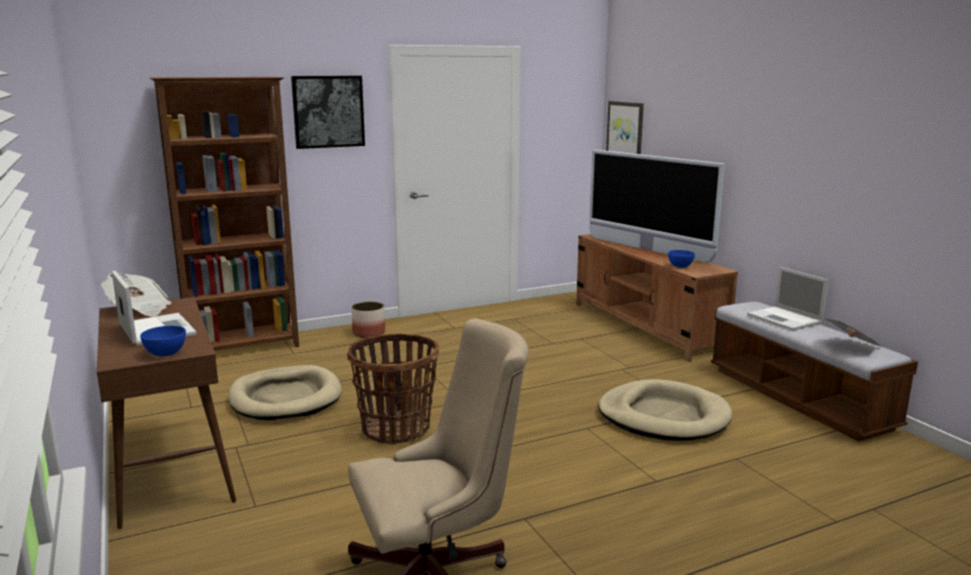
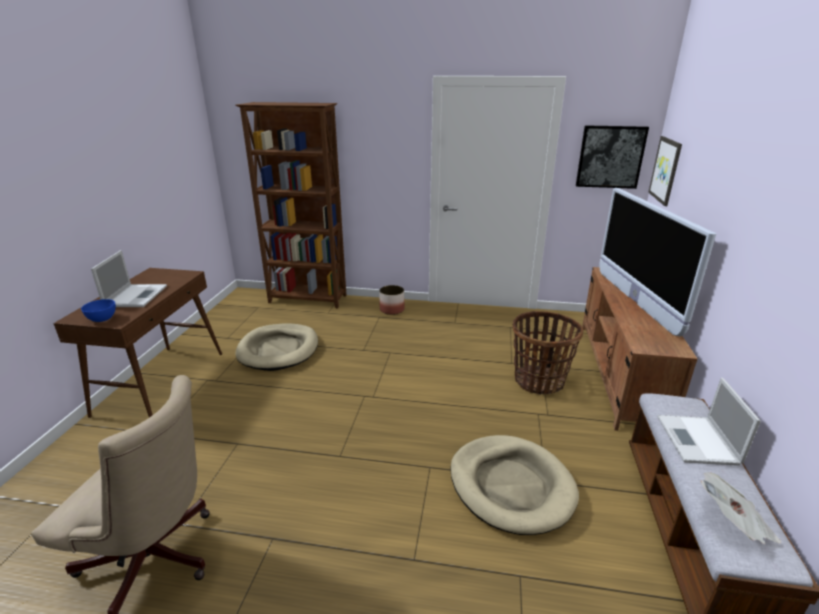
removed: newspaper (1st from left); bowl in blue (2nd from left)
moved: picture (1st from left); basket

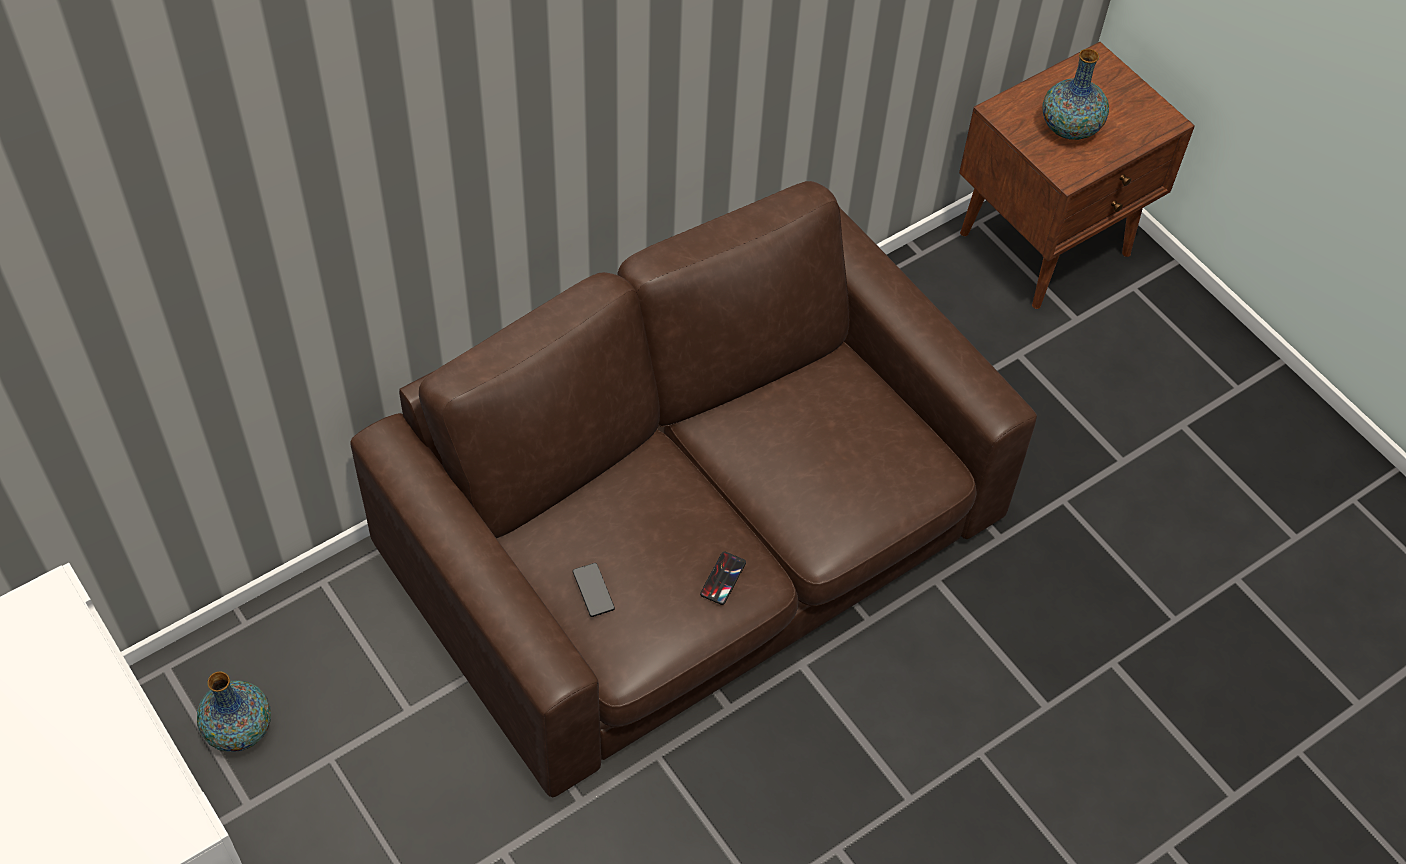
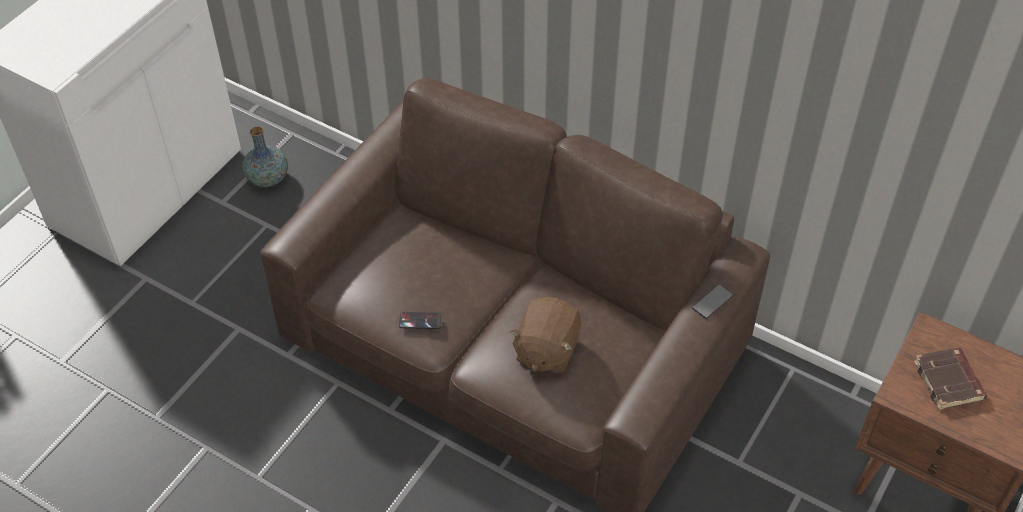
added: plush toy in brown
moved: phone (1st from left in the first image) to phone (2nd from left)
replaced: vase (2nd from left) to book in brown

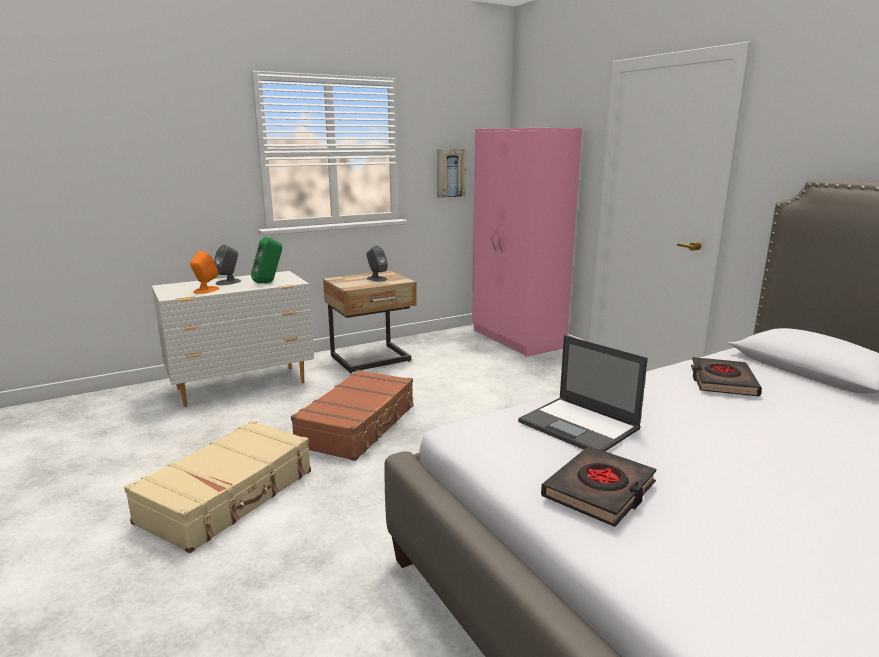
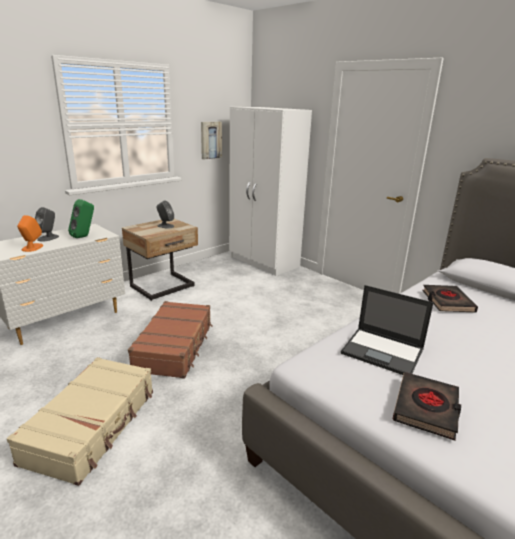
recoloured: wardrobe in pink to wardrobe in white

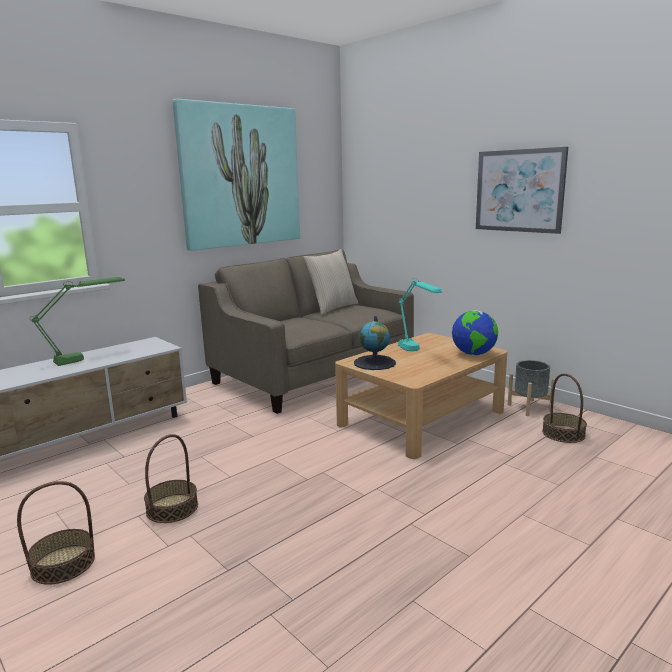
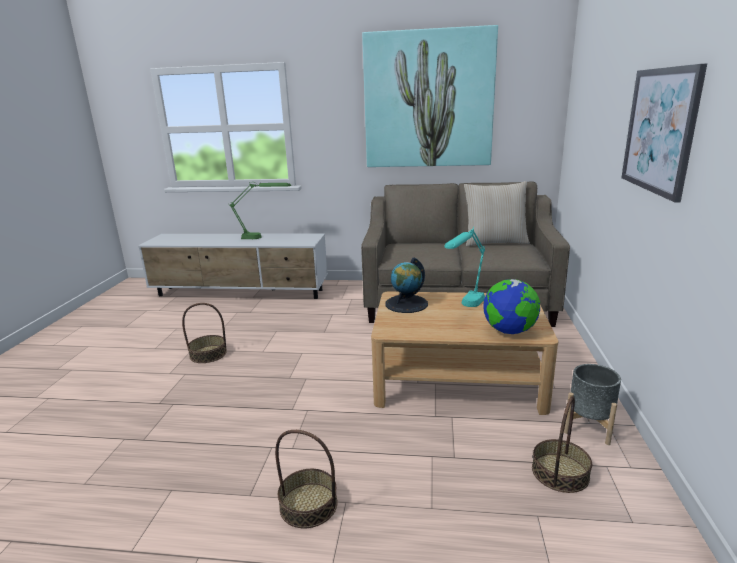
moved: basket (1st from left in the first image) to basket (2nd from left)

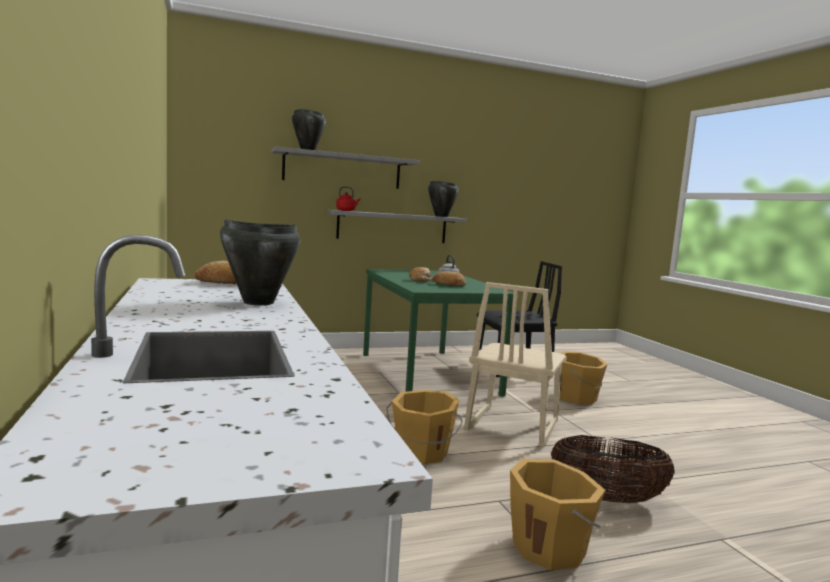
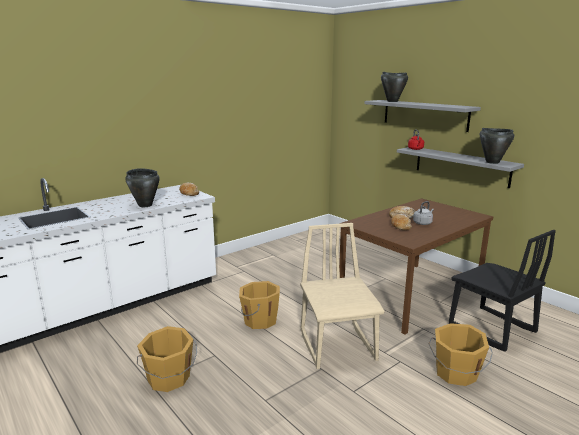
removed: basket
recoloured: dining table in green to dining table in brown
turned: chair in beige 75 degrees clockwise

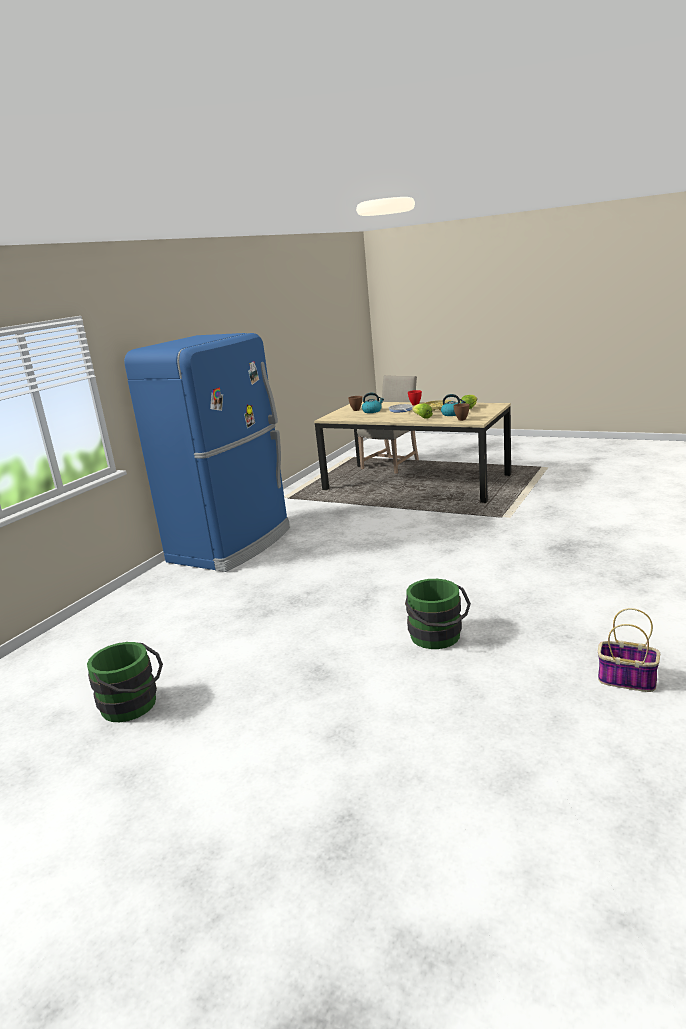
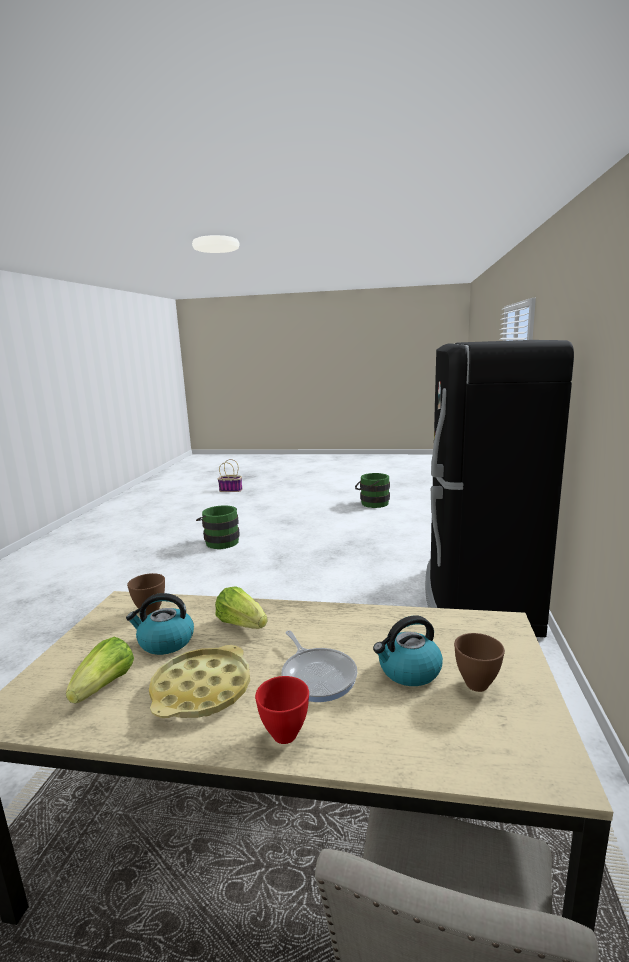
moved: basket
recoloured: fridge in blue to fridge in black

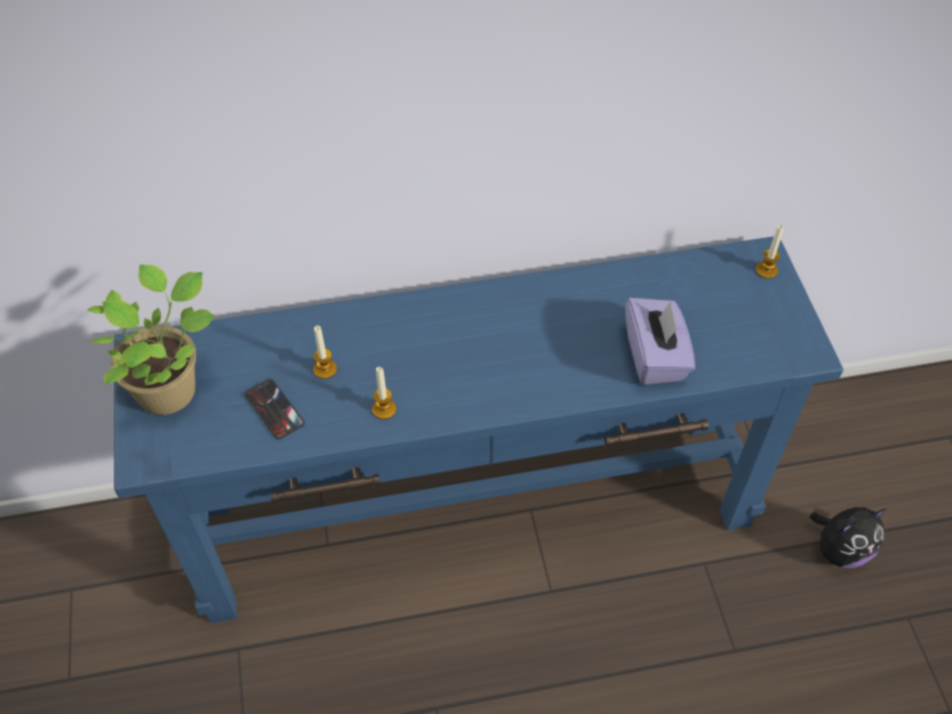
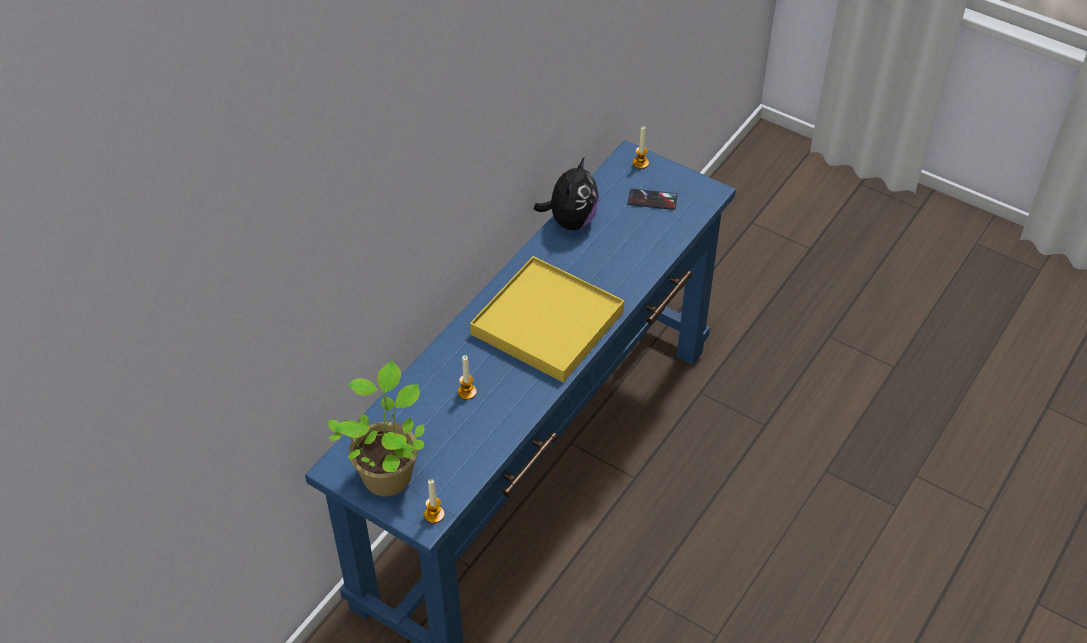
removed: tissue box in purple
added: tray in yellow
moved: phone; candle (2nd from left in the first image) to candle (1st from left); plush toy

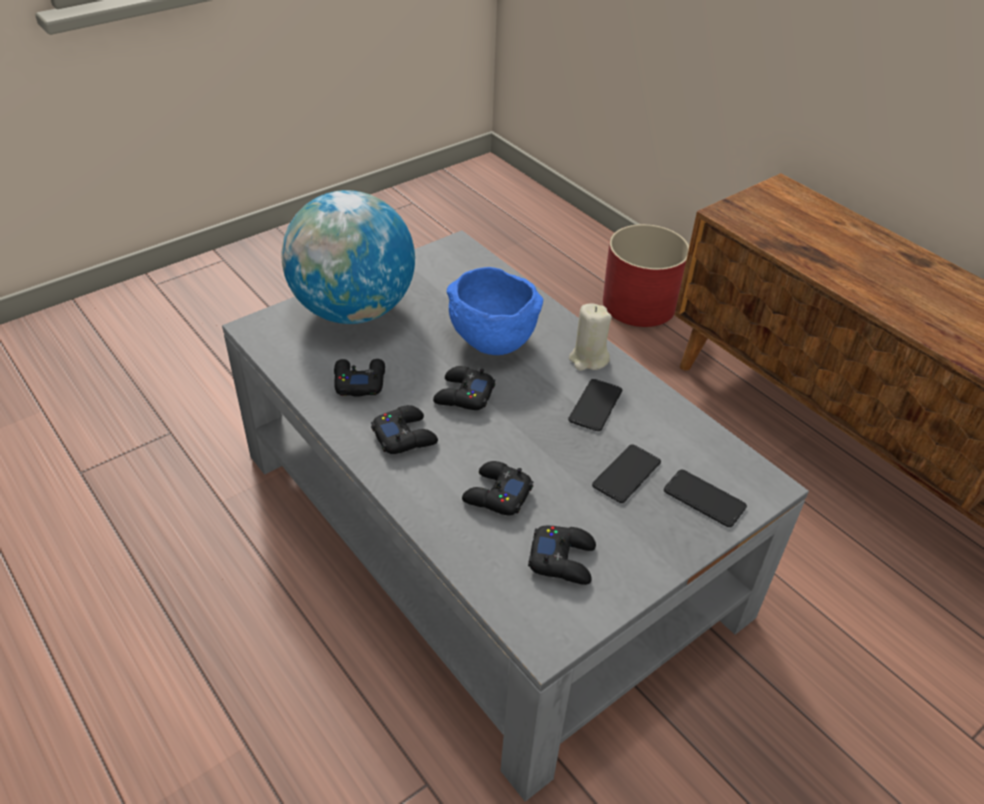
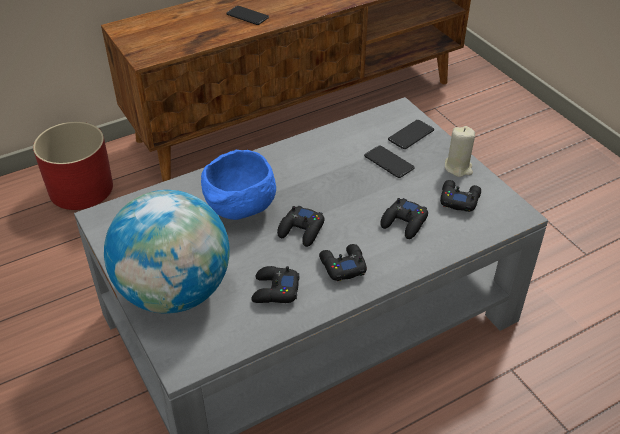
moved: phone (1st from left); candle in beige

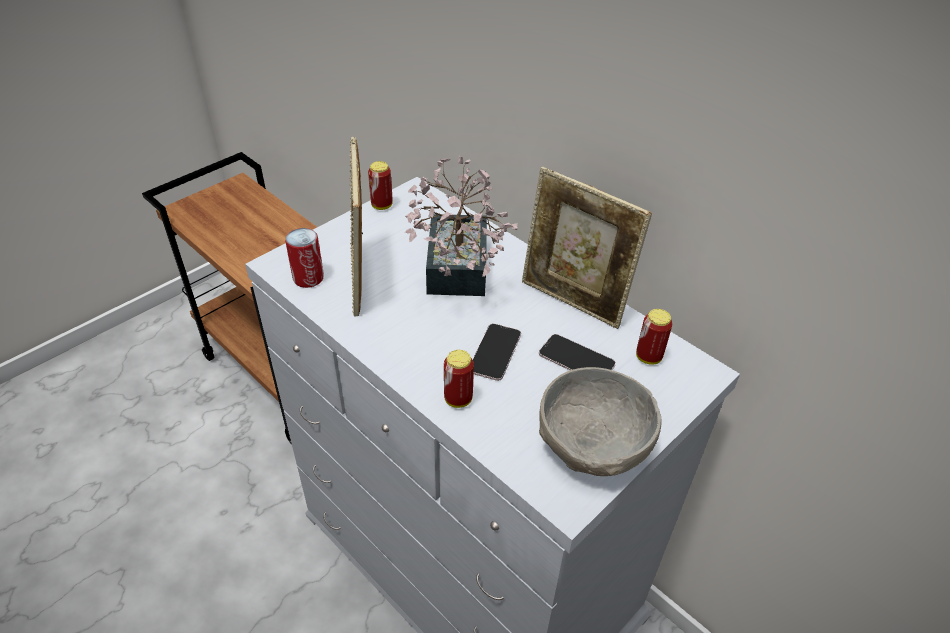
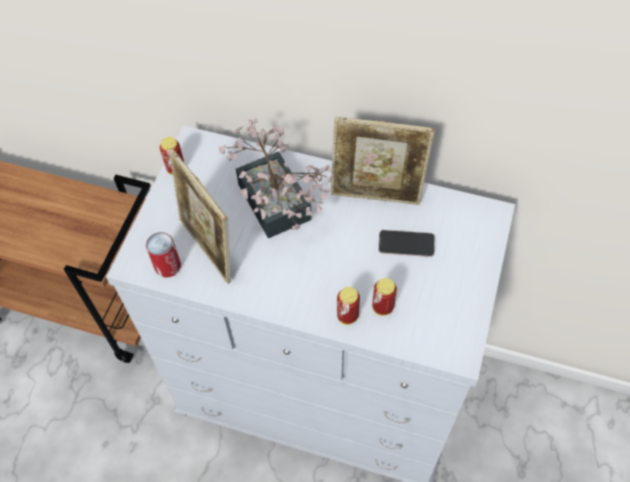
removed: phone (1st from left); bowl in grey
moved: can (4th from left)

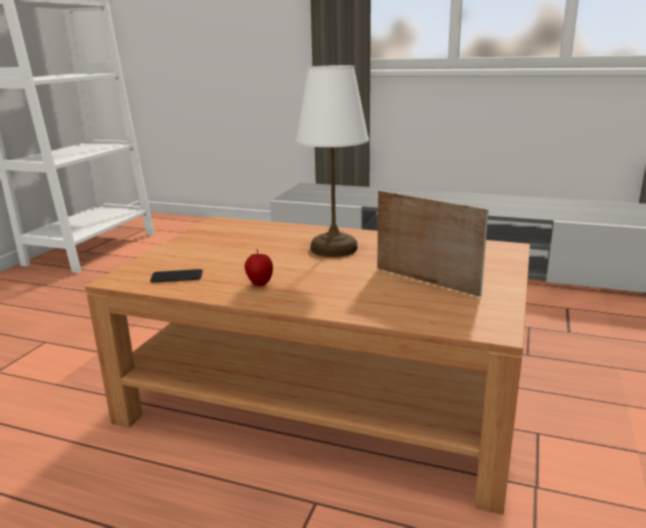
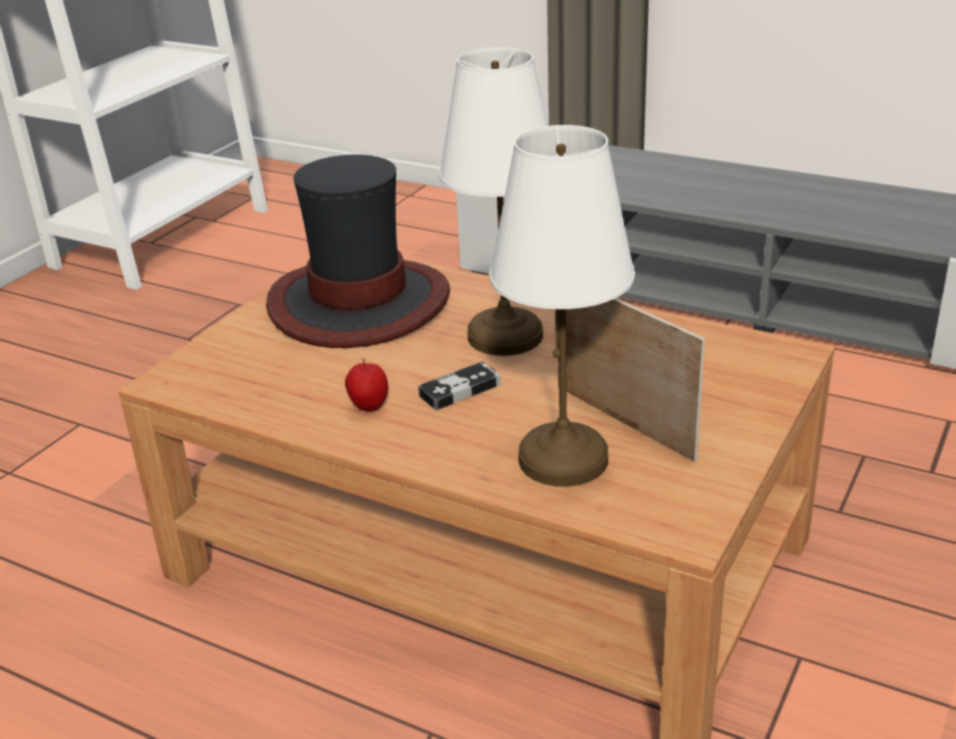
removed: phone
added: hat; game controller; table lamp in white (2nd from left)

